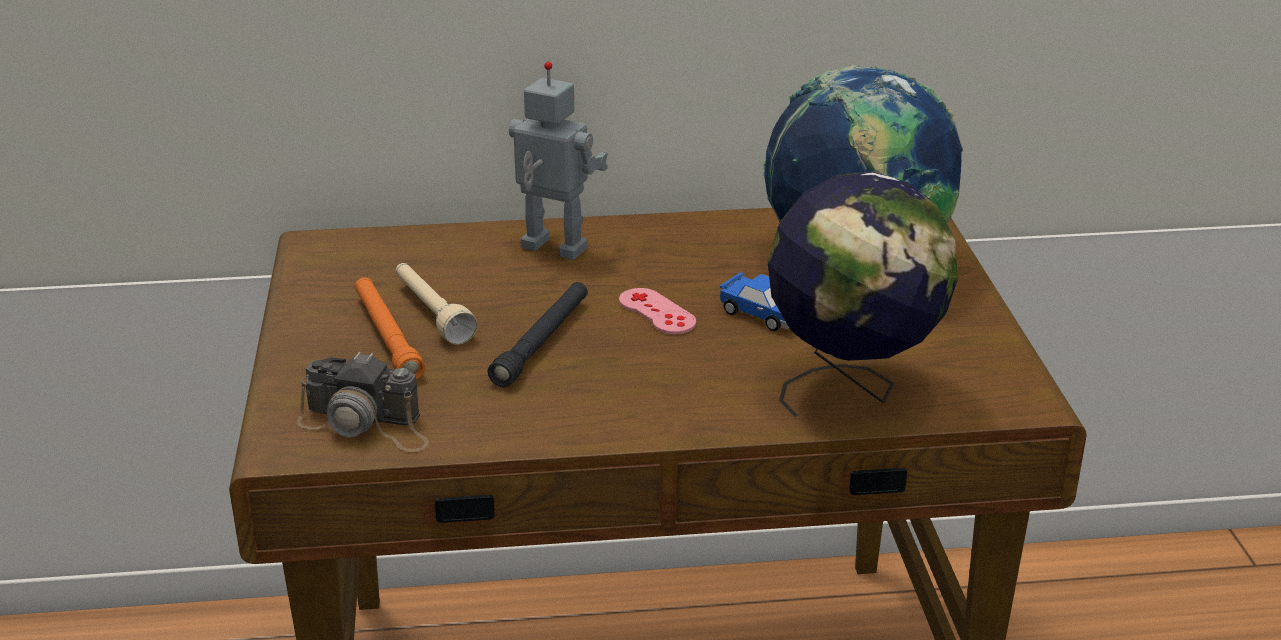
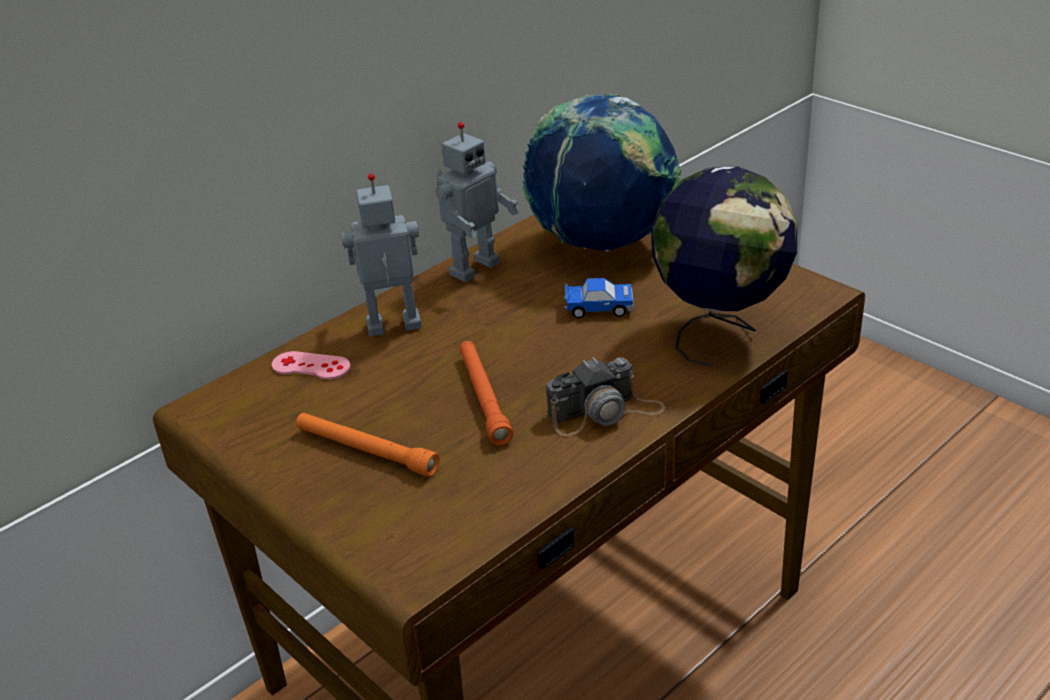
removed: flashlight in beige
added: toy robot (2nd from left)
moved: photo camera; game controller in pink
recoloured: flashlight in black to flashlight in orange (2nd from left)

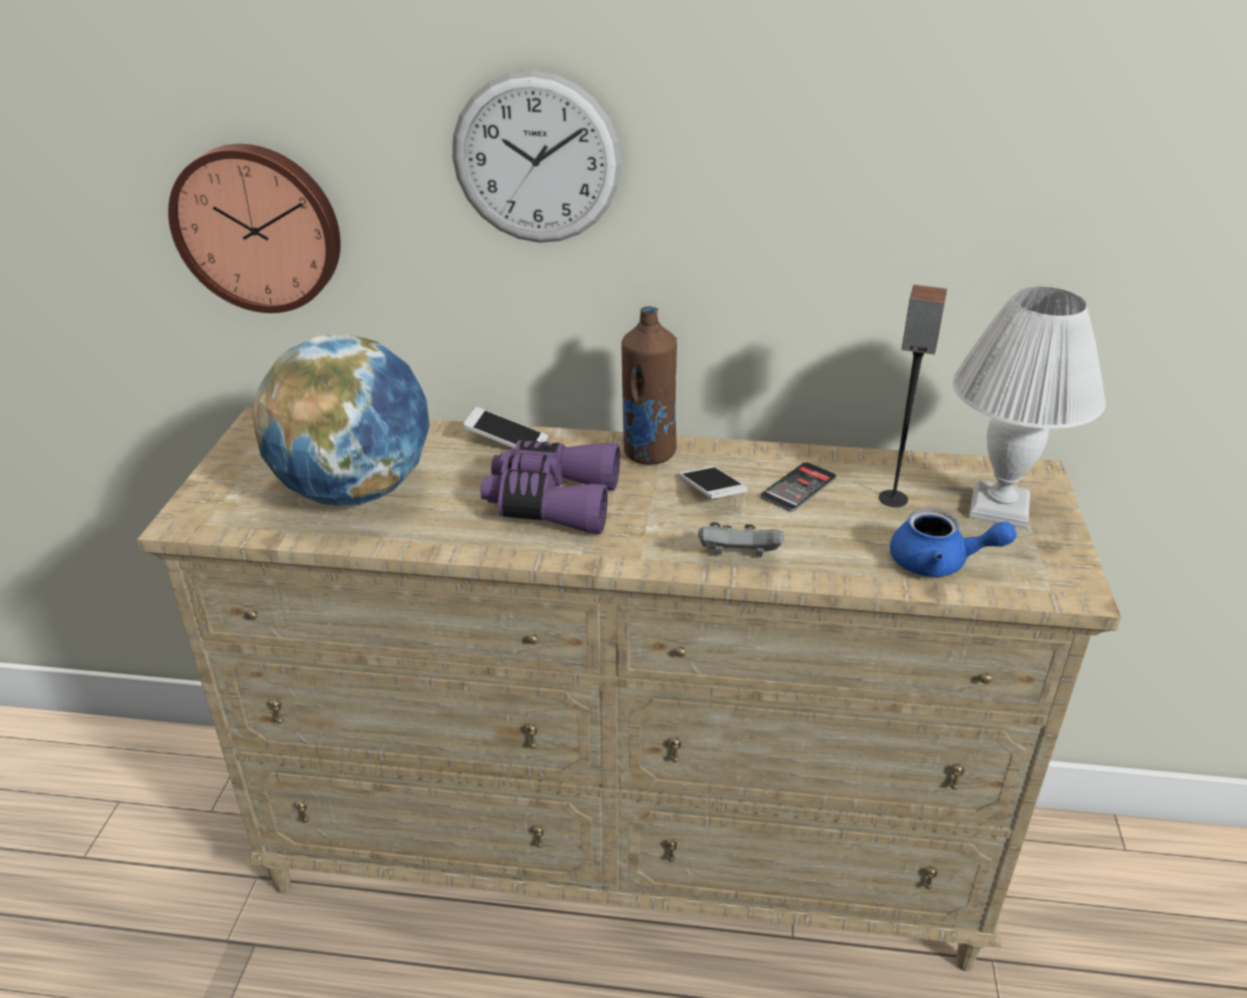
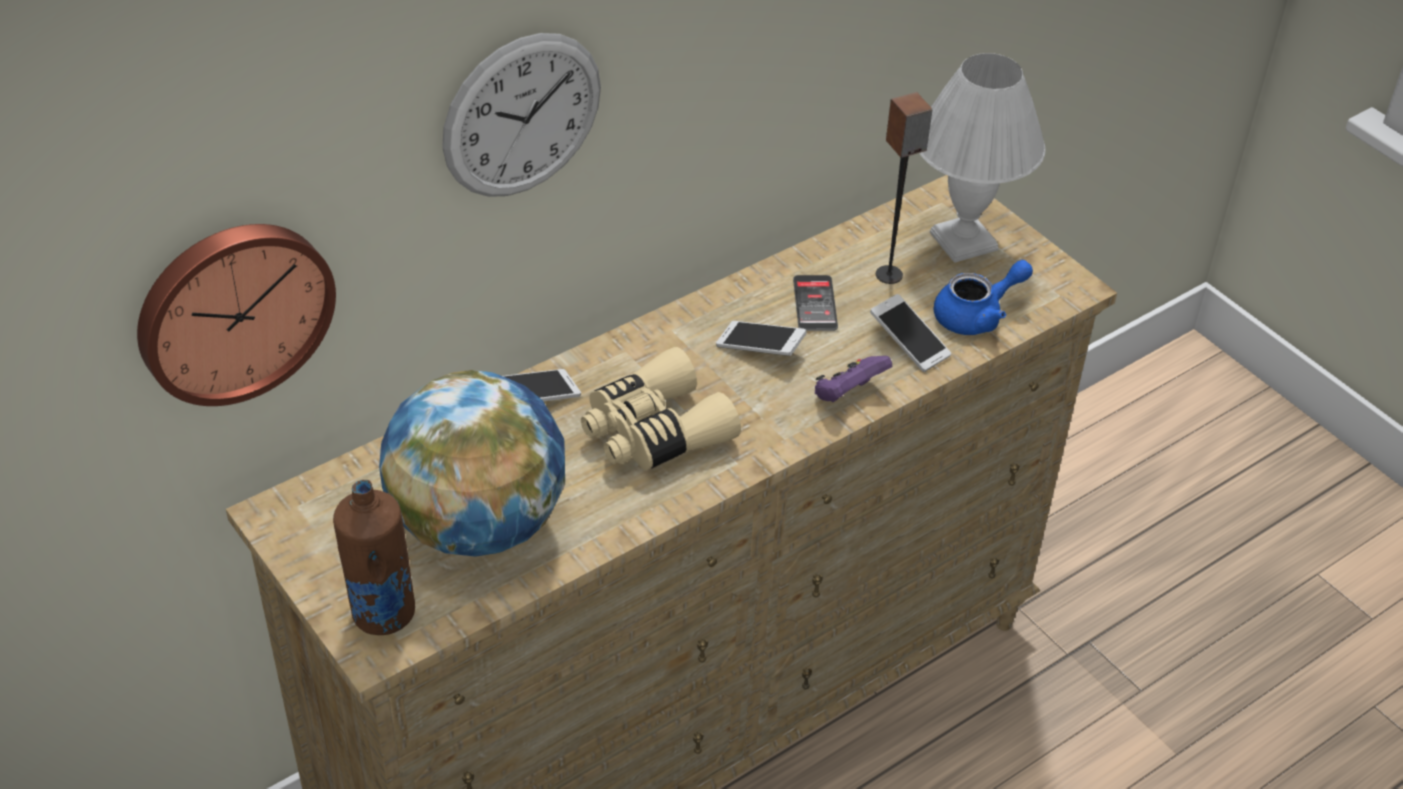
added: phone (4th from left)
moved: bottle in brown
recoloured: binoculars in purple to binoculars in beige; game controller in grey to game controller in purple

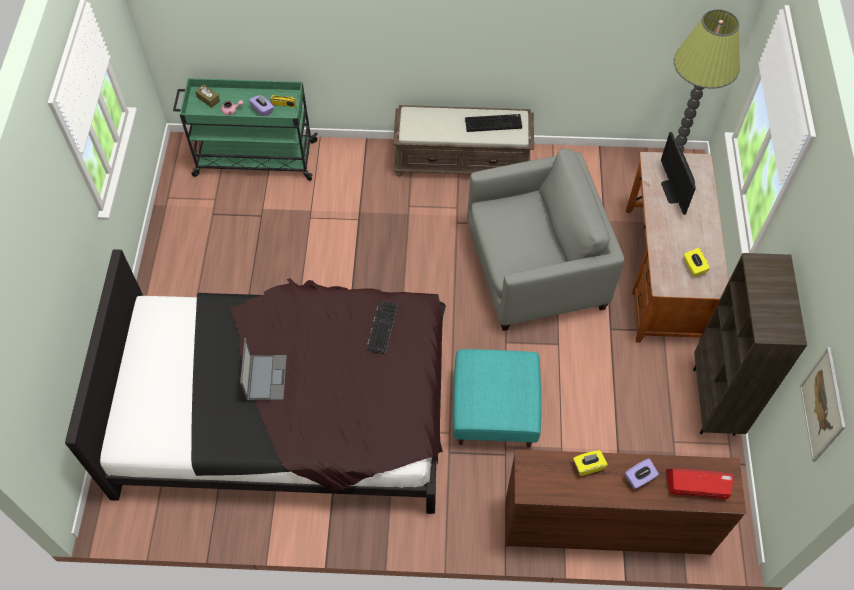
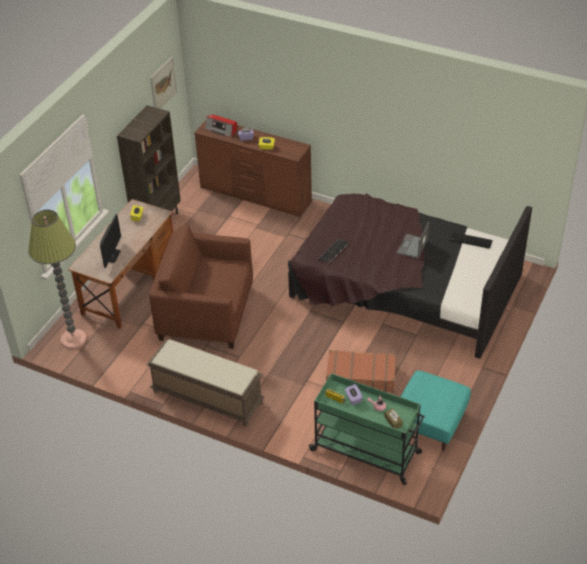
added: suitcase in brown
moved: ottoman in turquoise; keyboard (2nd from left)
recoloured: armchair in grey to armchair in brown

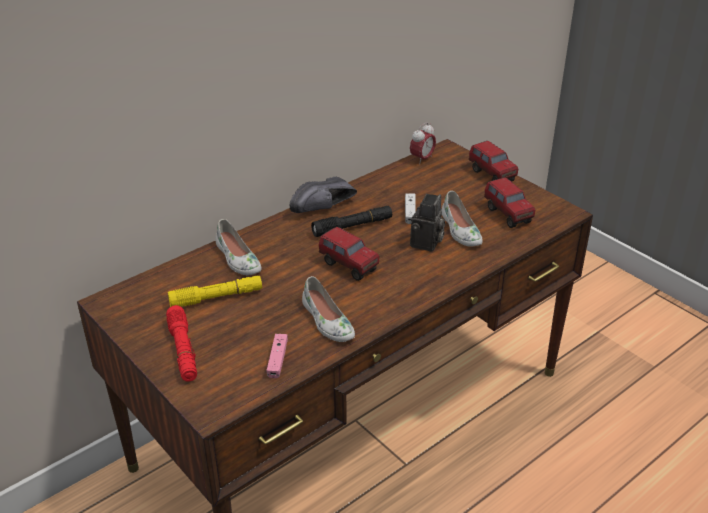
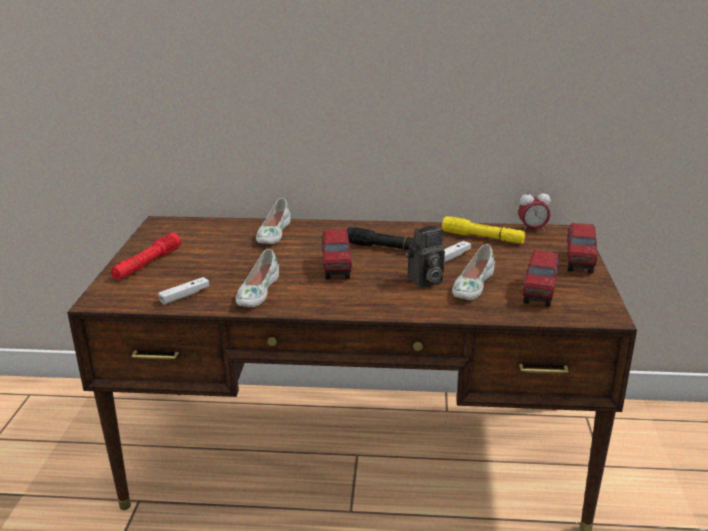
removed: shoe in black
moved: flashlight in yellow
recoloured: game controller in pink to game controller in white (1st from left)

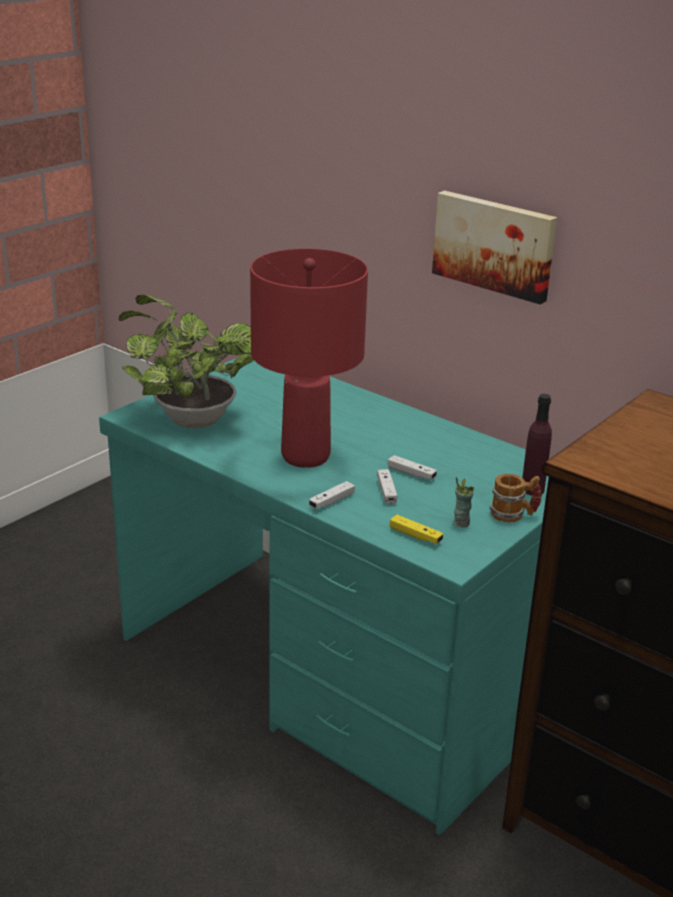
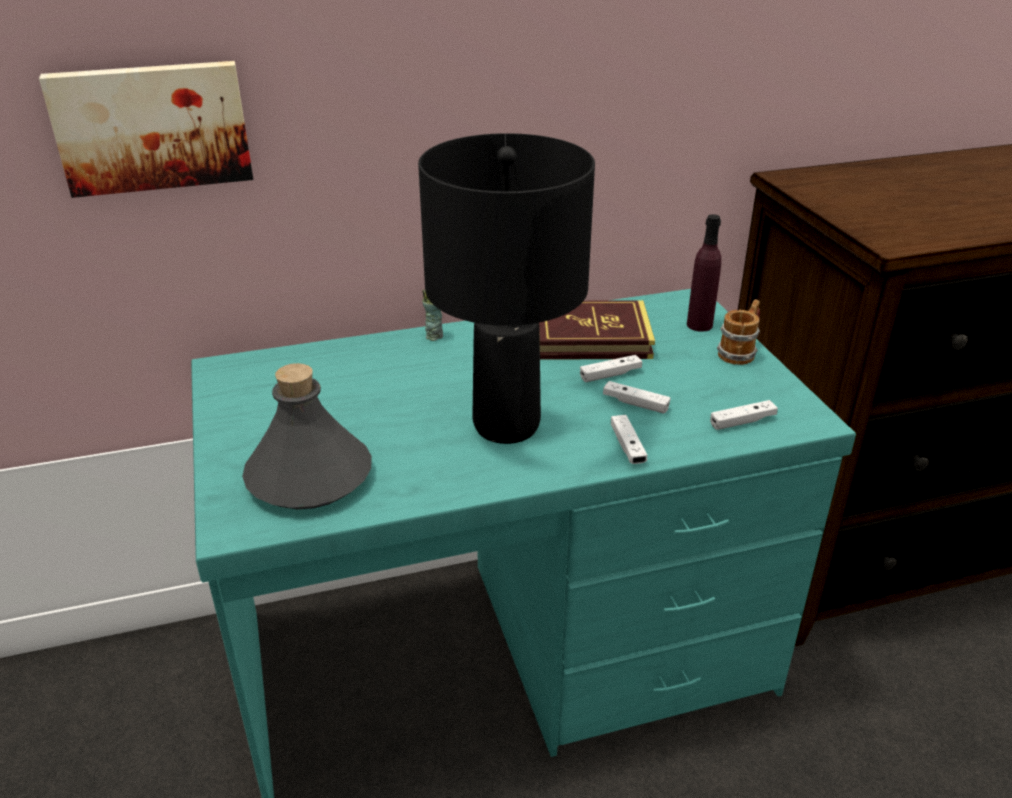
added: book
moved: picture; cup
replaced: potted plant to bottle in grey
recoloured: table lamp in red to table lamp in black; game controller in yellow to game controller in white (4th from left)

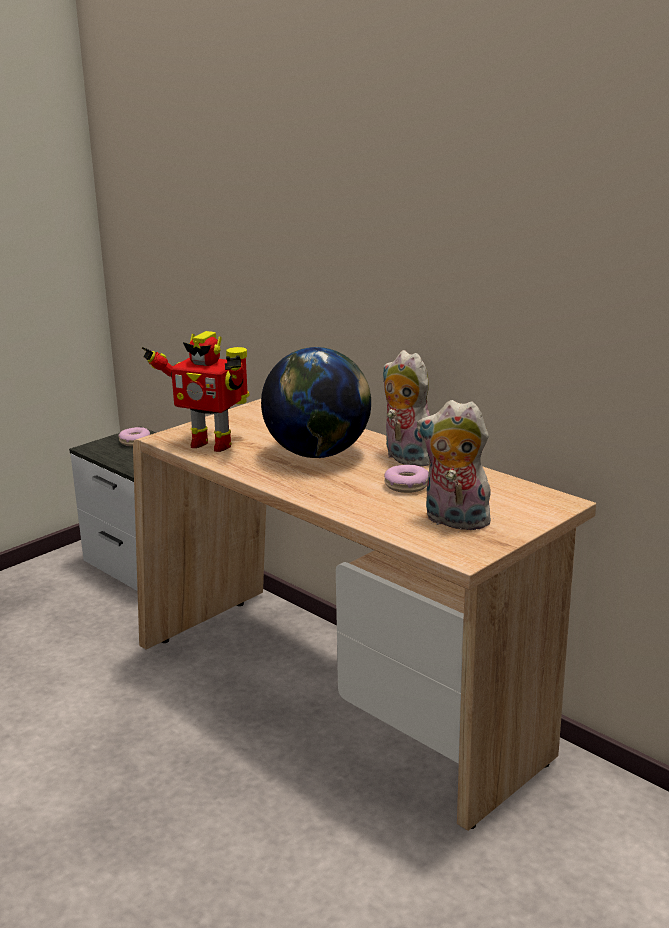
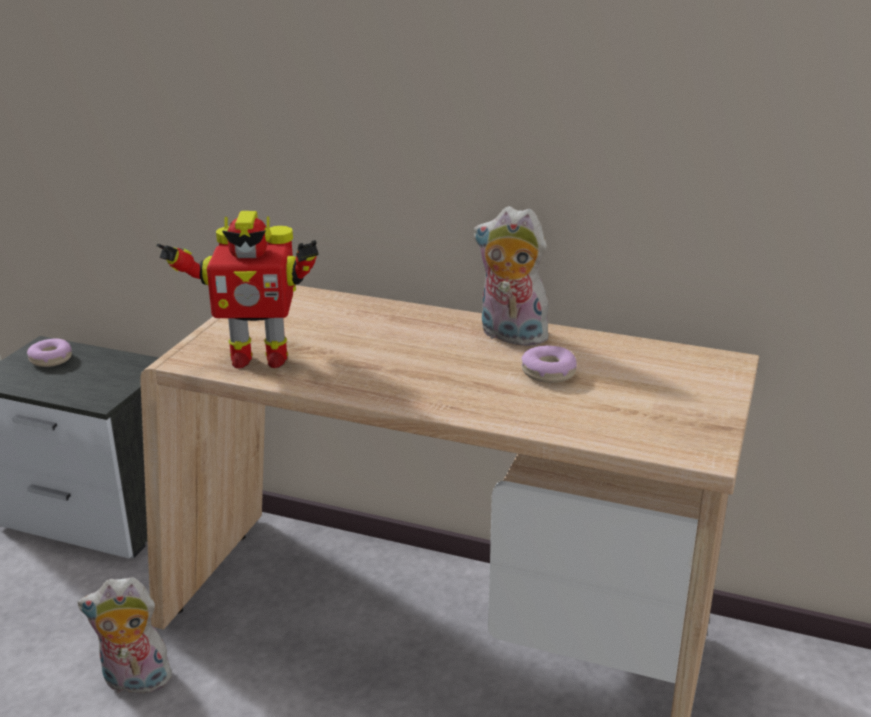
removed: globe
moved: plush toy (2nd from left in the first image) to plush toy (1st from left)

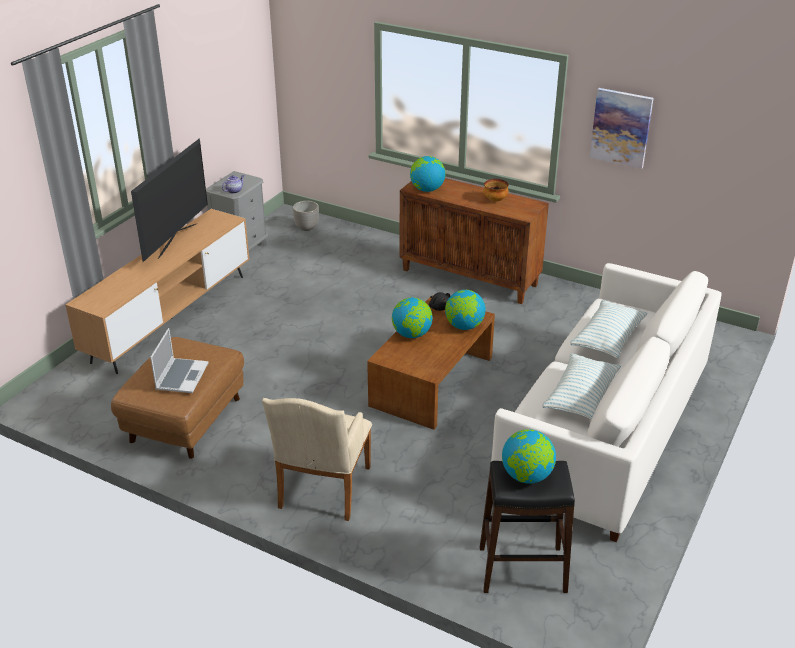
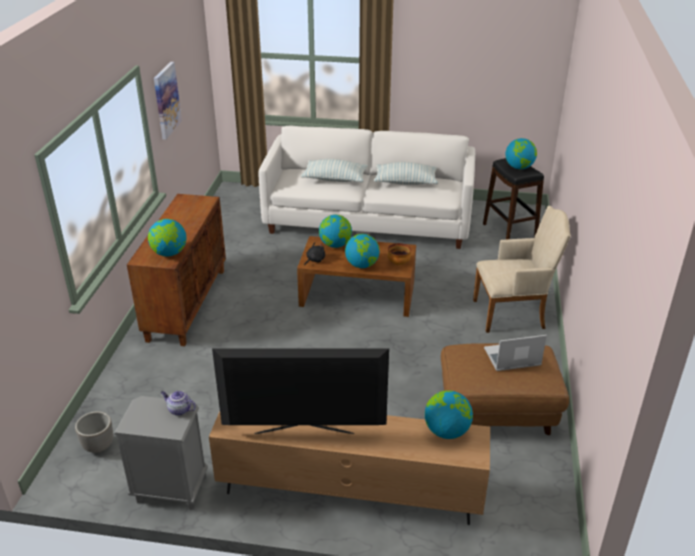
added: globe (4th from left)
moved: bowl

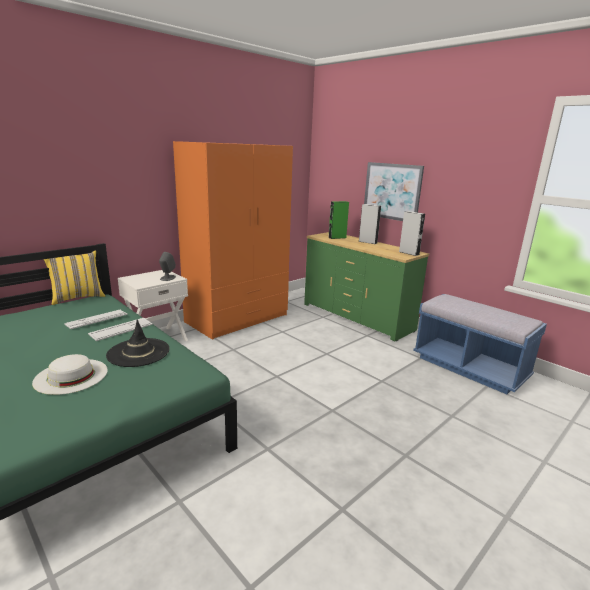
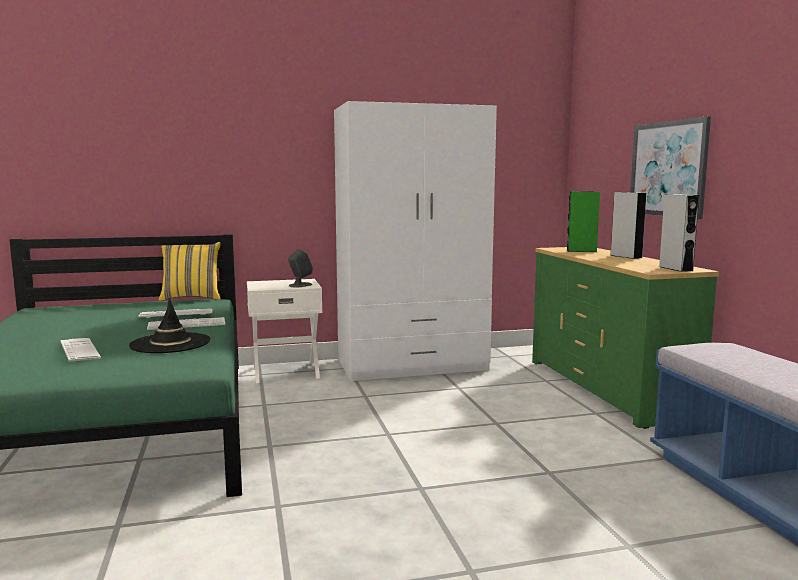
replaced: hat in white to keyboard (1st from left)
recoloured: wardrobe in orange to wardrobe in white

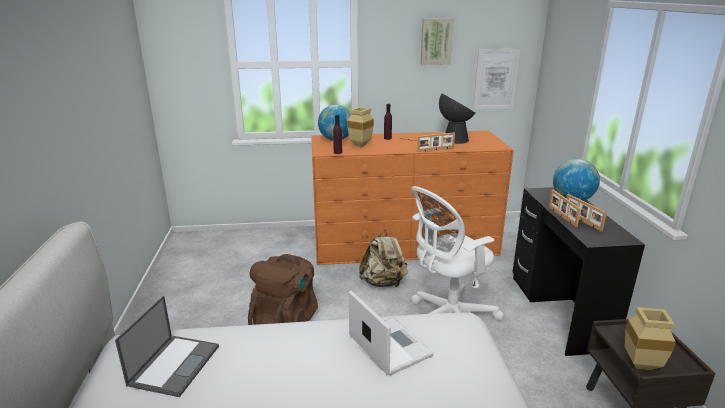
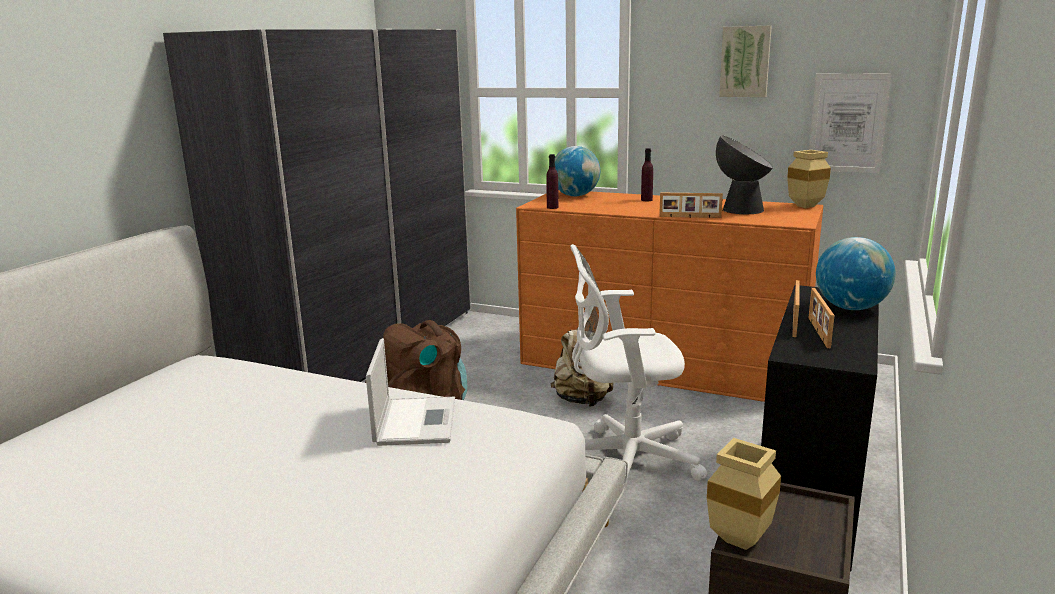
removed: laptop (1st from left)
added: wardrobe in grey
moved: vase in beige (1st from left in the first image) to vase in beige (2nd from left)

